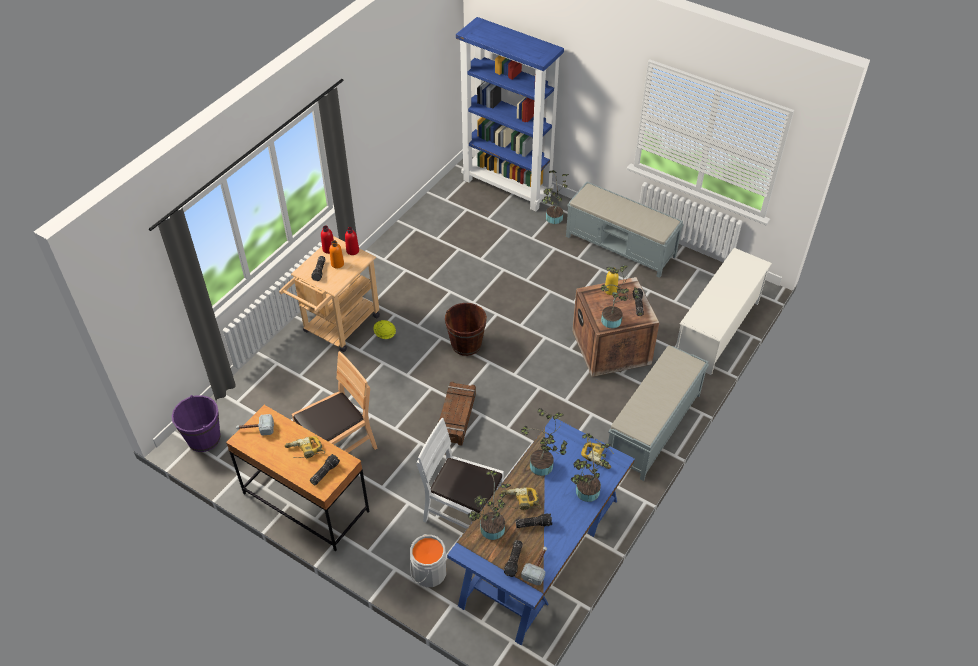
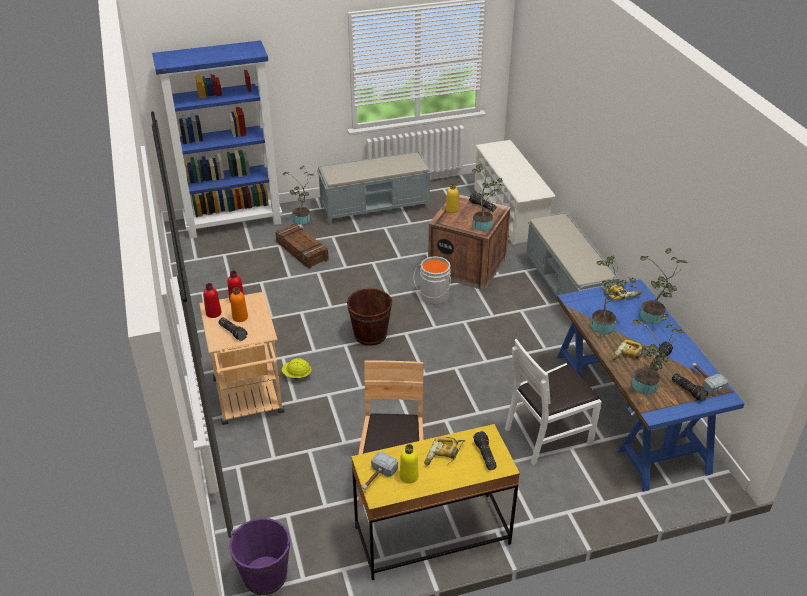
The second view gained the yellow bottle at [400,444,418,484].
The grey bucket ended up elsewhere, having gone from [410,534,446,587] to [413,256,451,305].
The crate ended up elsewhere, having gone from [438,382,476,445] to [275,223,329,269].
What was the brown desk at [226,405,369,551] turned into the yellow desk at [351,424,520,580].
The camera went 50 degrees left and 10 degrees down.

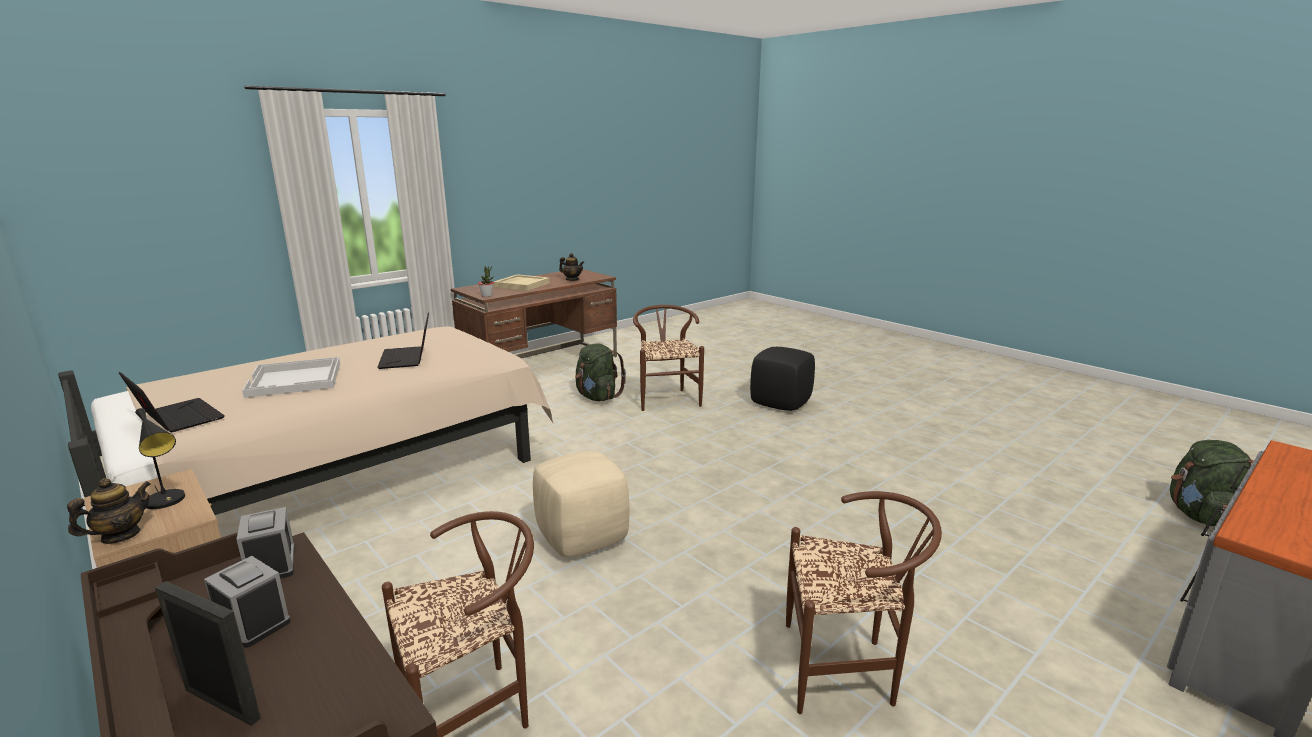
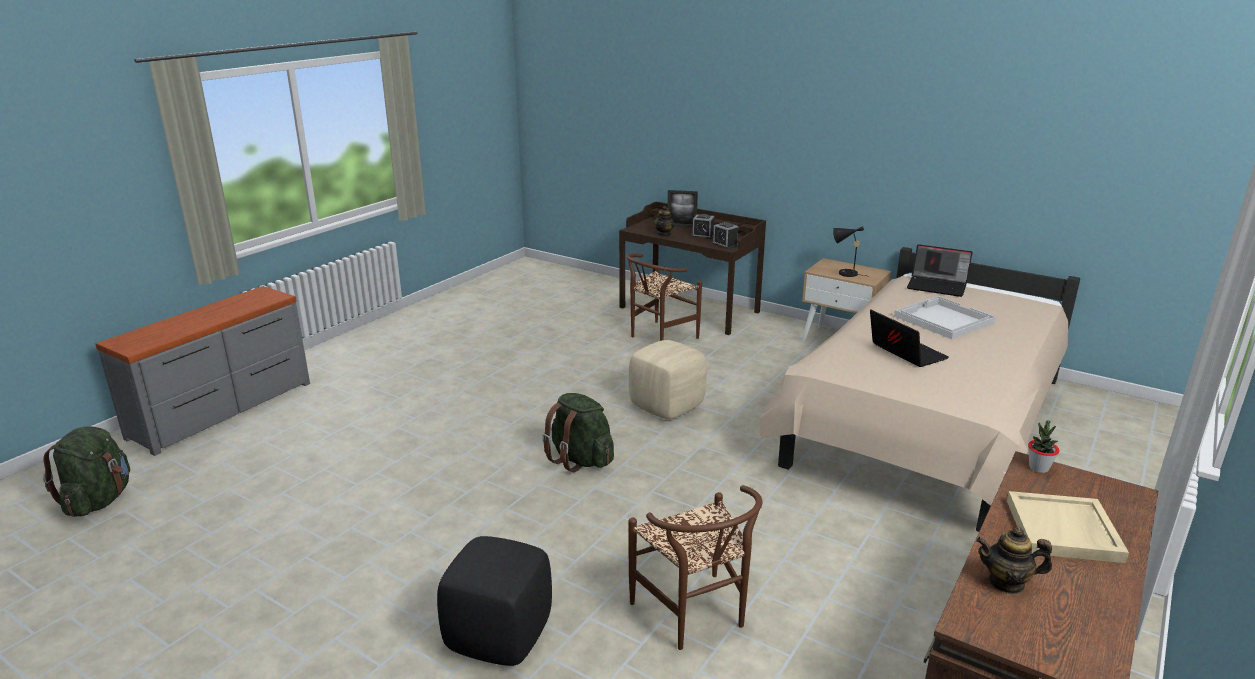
The second view lost the brown chair at [786,491,942,714].
The teapot ended up elsewhere, having gone from [67,478,151,544] to [654,206,675,236].
The green backpack ended up elsewhere, having gone from [575,343,626,401] to [542,393,614,472].
The camera went 165 degrees right and 5 degrees up.

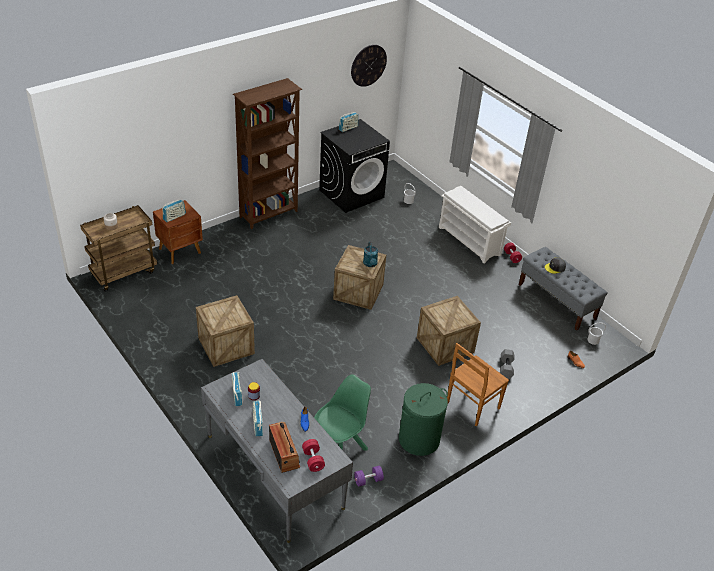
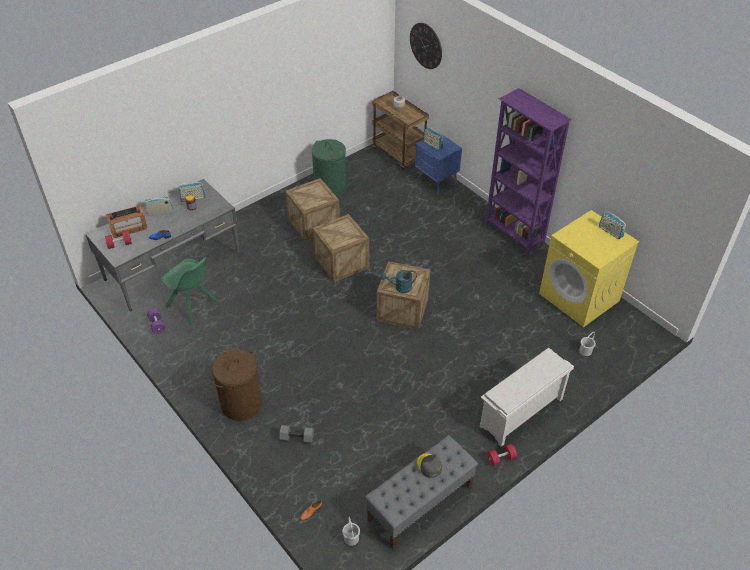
The wall clock ended up elsewhere, having gone from [351,45,387,87] to [410,23,442,69].
The green laundry basket ended up elsewhere, having gone from [399,383,448,456] to [312,139,346,197].
The crate ended up elsewhere, having gone from [417,296,481,366] to [313,214,369,282].
Where the brown chair stood at [447,343,509,427], the brown laundry basket came to stand at [211,350,262,421].
What was the brown nightstand at [153,200,203,264] turned into the blue nightstand at [415,132,462,195].
What was the brown bookcase at [233,78,302,229] turned into the purple bookcase at [485,88,572,255].
What was the black washing machine at [319,119,390,213] turned into the yellow washing machine at [539,210,639,327].
The camera went 90 degrees right and 5 degrees up.

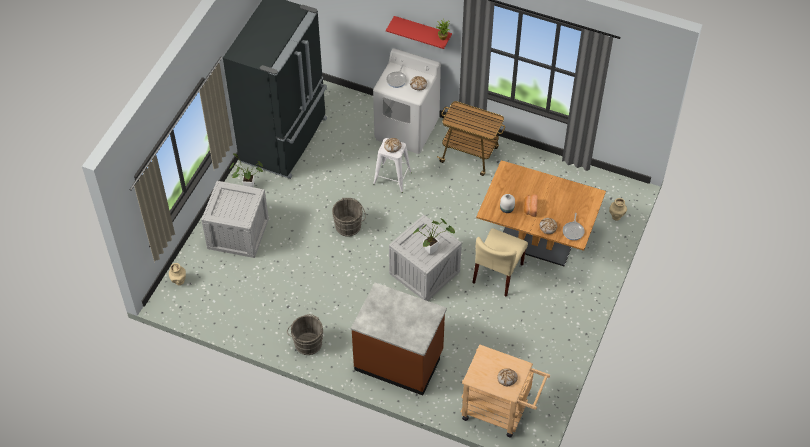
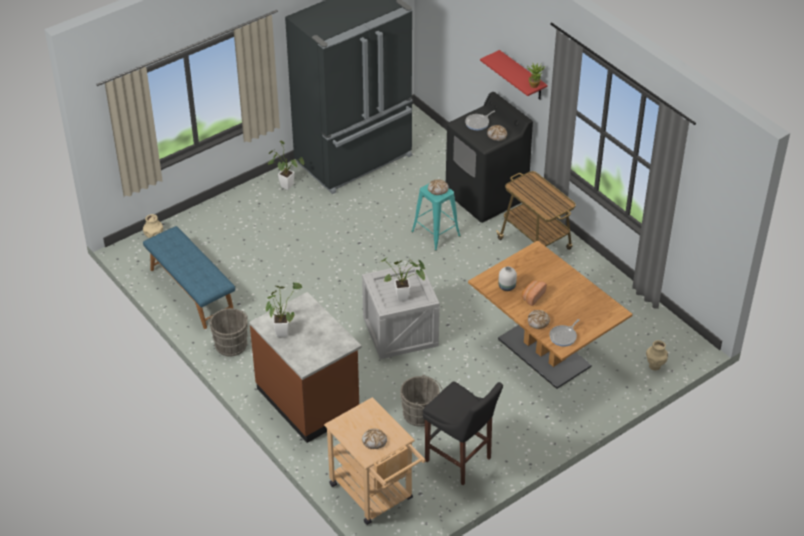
The second view lost the crate at [201,181,269,258].
The second view lost the beige chair at [473,228,528,297].
The second view gained the blue bench at [143,226,235,329].
The second view gained the potted plant at [266,283,302,337].
The second view gained the black stool at [423,381,503,485].
The grey bucket ended up elsewhere, having gone from [332,198,366,237] to [400,375,443,427].
What was the white washing machine at [373,48,441,154] turned into the black washing machine at [446,92,533,223].
What was the white stool at [373,138,412,193] turned into the turquoise stool at [411,179,461,251].
The camera went 30 degrees right and 10 degrees down.

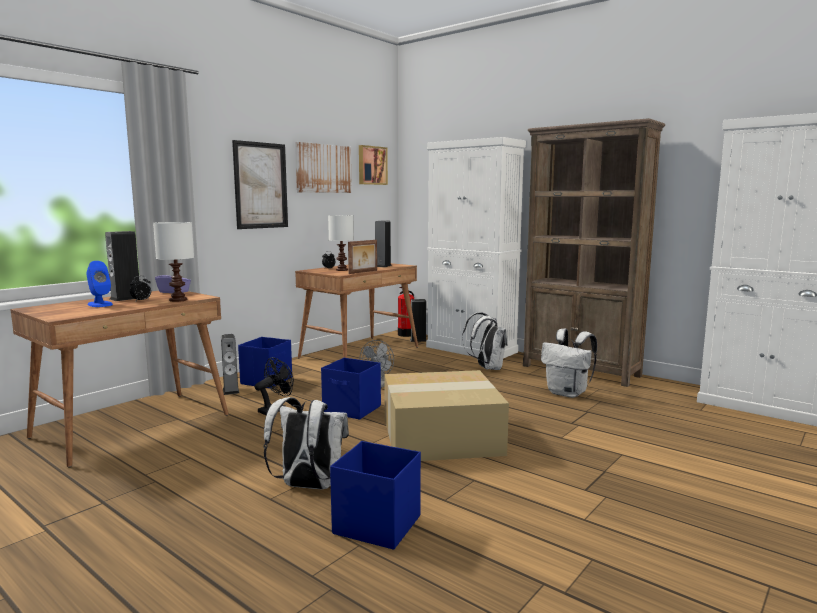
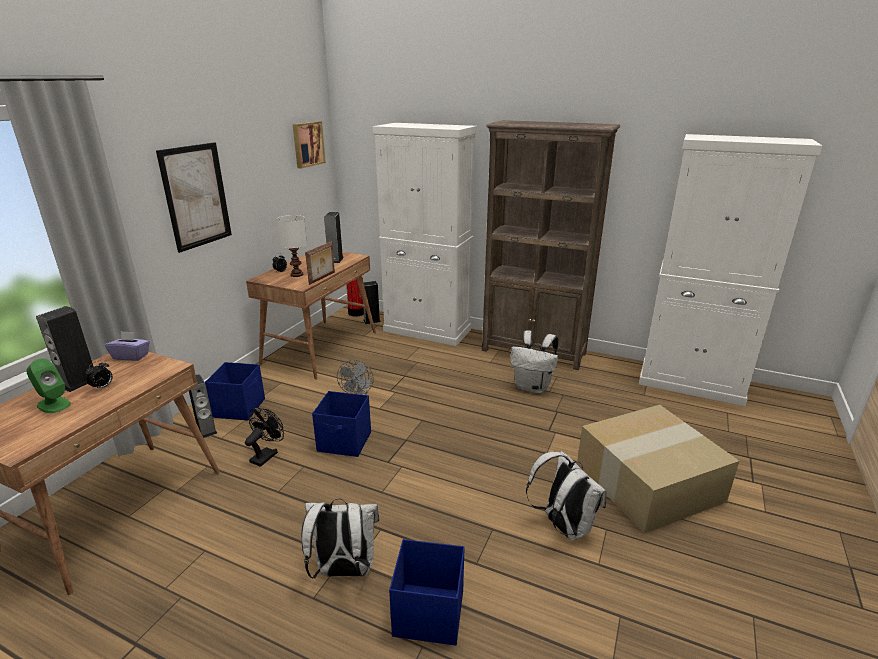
The second view lost the white table lamp at [153,222,194,302].
The second view lost the picture at [295,142,352,193].
The cardboard box ended up elsewhere, having gone from [384,370,509,461] to [577,405,739,533].
The white backpack ended up elsewhere, having gone from [462,312,508,370] to [526,451,607,541].
What was the blue speaker at [86,261,113,307] turned into the green speaker at [26,358,71,413].
The camera went 15 degrees left and 15 degrees up.

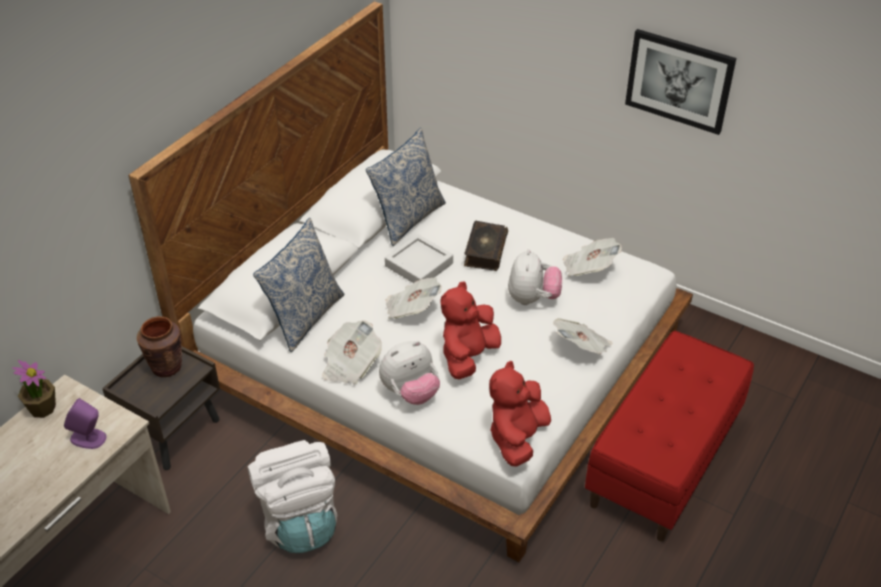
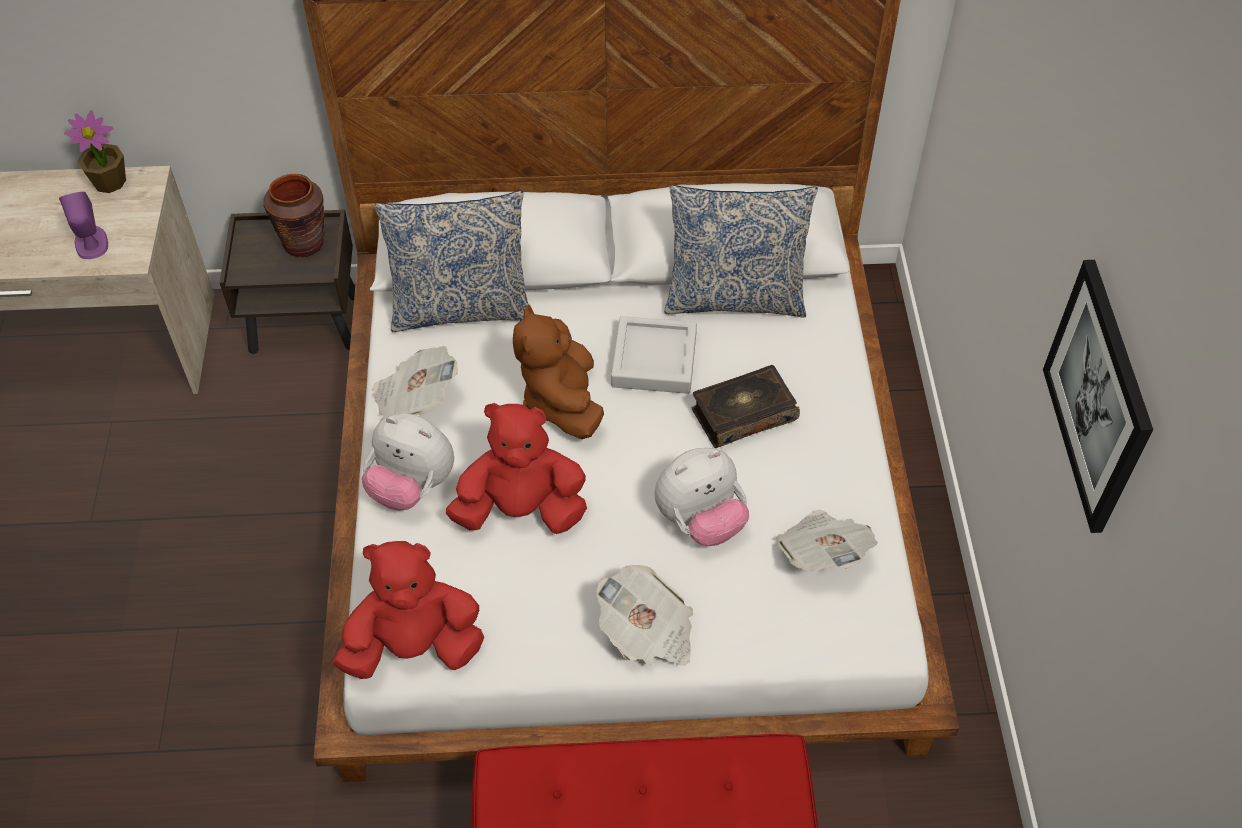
The second view lost the white backpack at [248,440,337,553].
Where the newspaper stood at [386,277,442,319], the brown plush toy came to stand at [513,305,604,439].
The camera went 55 degrees right and 10 degrees up.

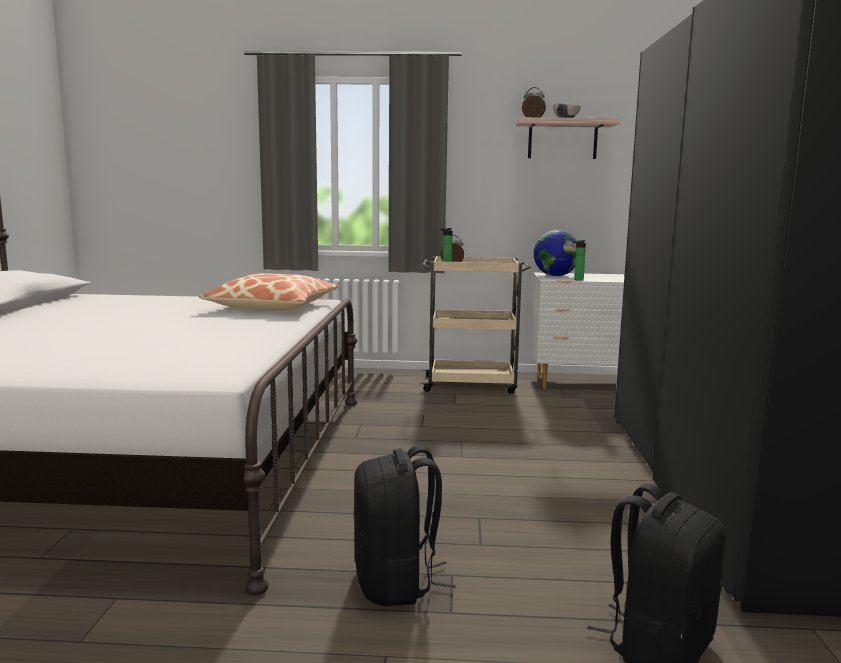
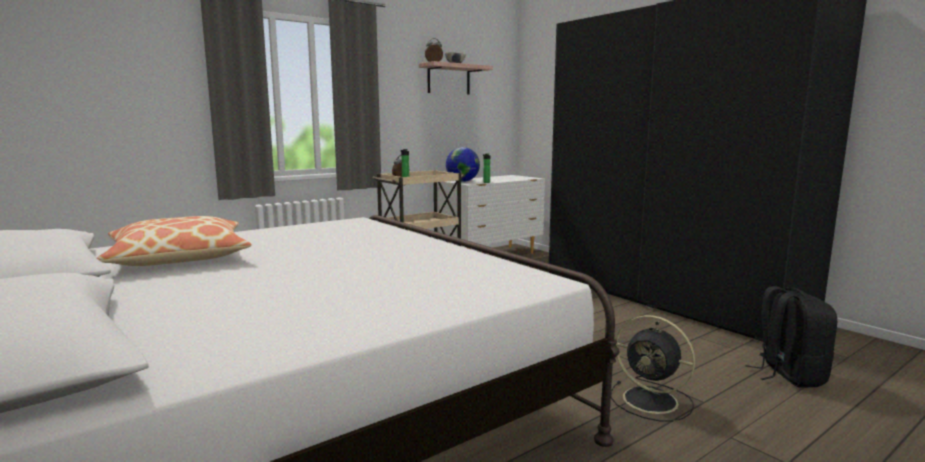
The pillow ended up elsewhere, having gone from [199,273,338,311] to [97,216,252,266].
Where the black backpack stood at [354,445,456,606], the black fan came to stand at [611,315,695,422].
The camera went 40 degrees left and 0 degrees up.

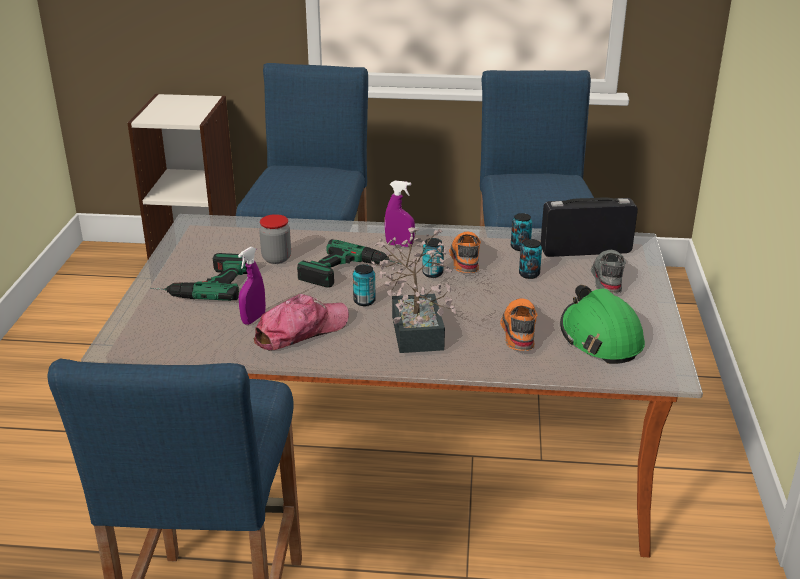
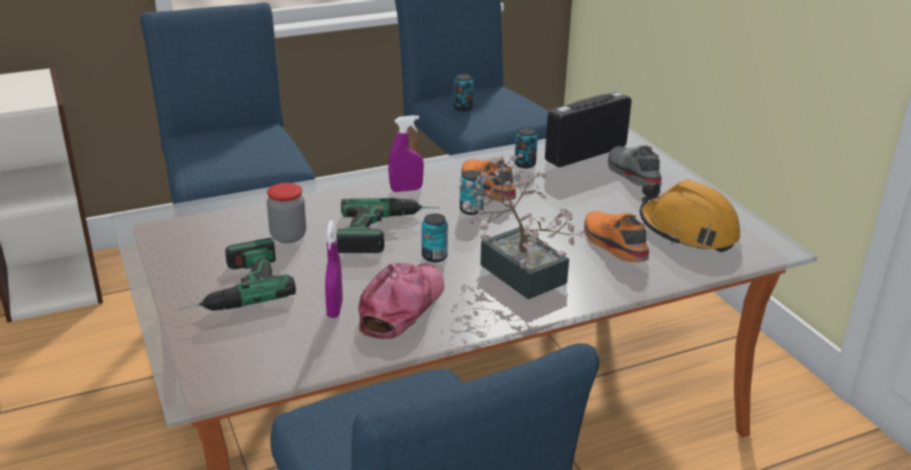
The can ended up elsewhere, having gone from [519,239,542,279] to [454,74,474,111].
What was the green hard hat at [560,285,645,364] turned into the orange hard hat at [640,179,741,252].
The camera went 30 degrees left and 0 degrees up.

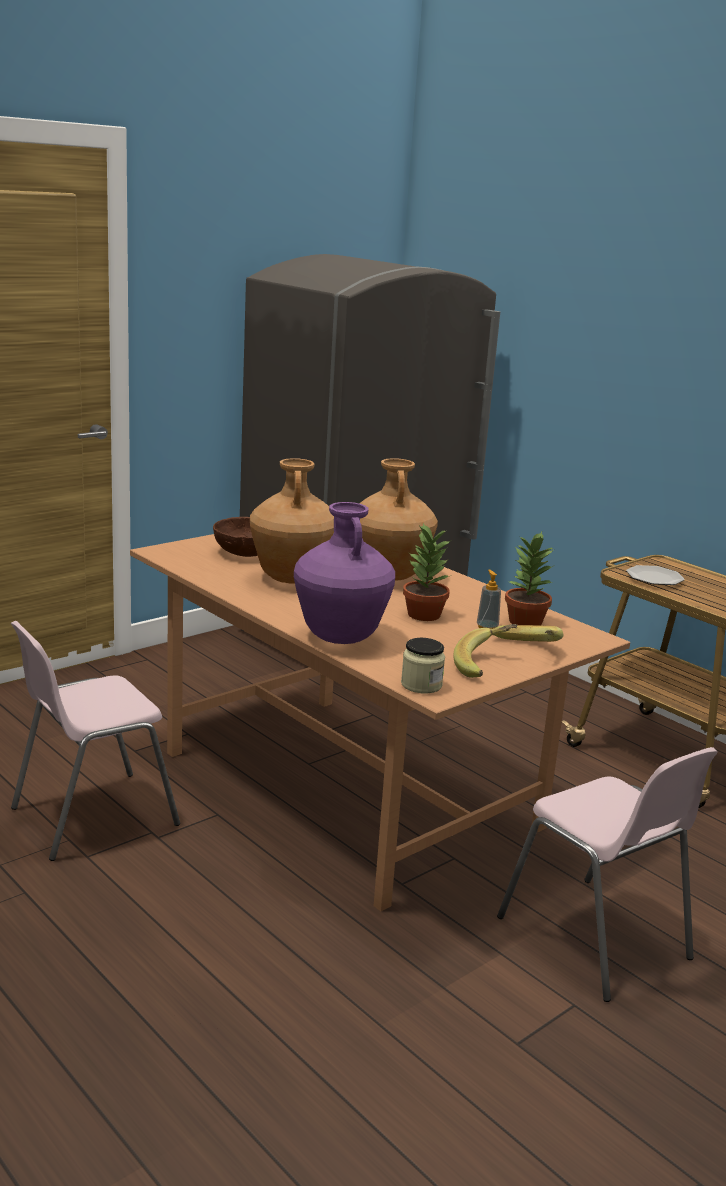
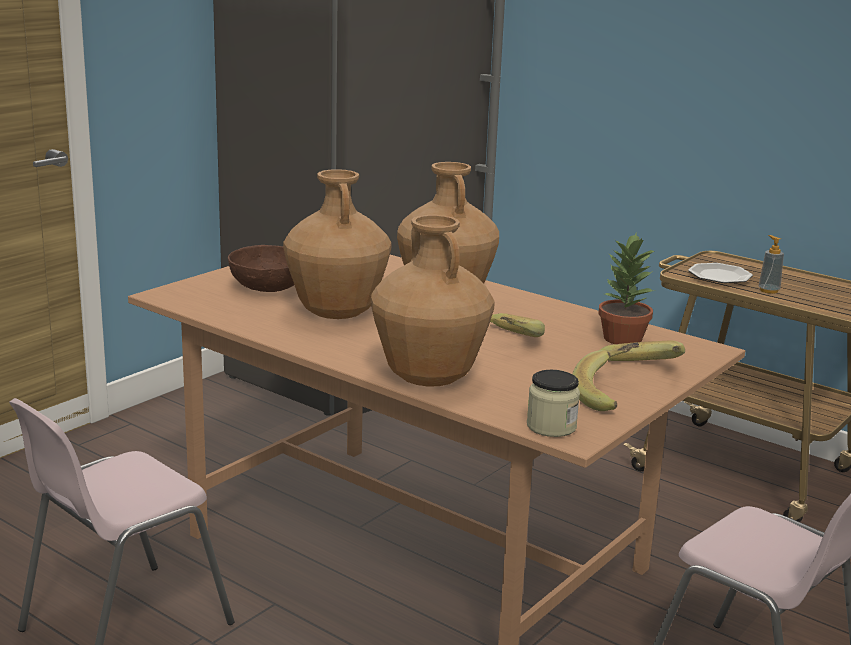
The soap dispenser ended up elsewhere, having gone from [477,570,501,629] to [758,235,784,294].
Where the potted plant stood at [403,523,450,621], the banana came to stand at [490,313,545,337].
What was the purple vase at [294,502,395,644] turned into the brown vase at [370,215,495,387].
The camera went 10 degrees left and 0 degrees up.

